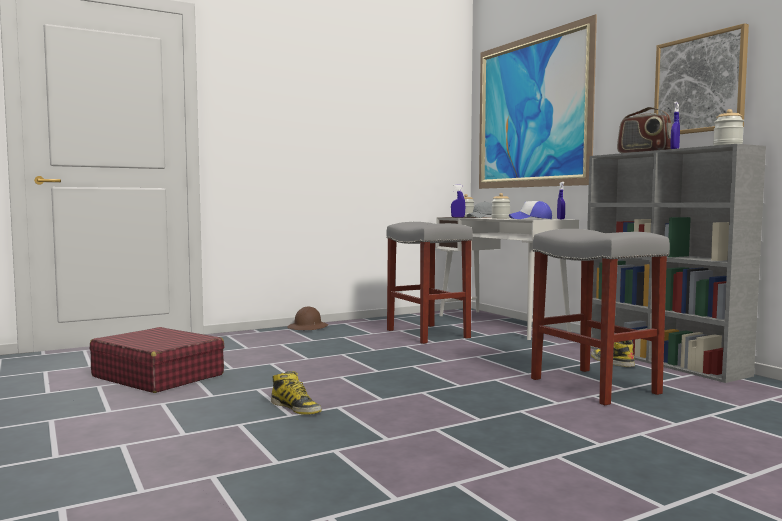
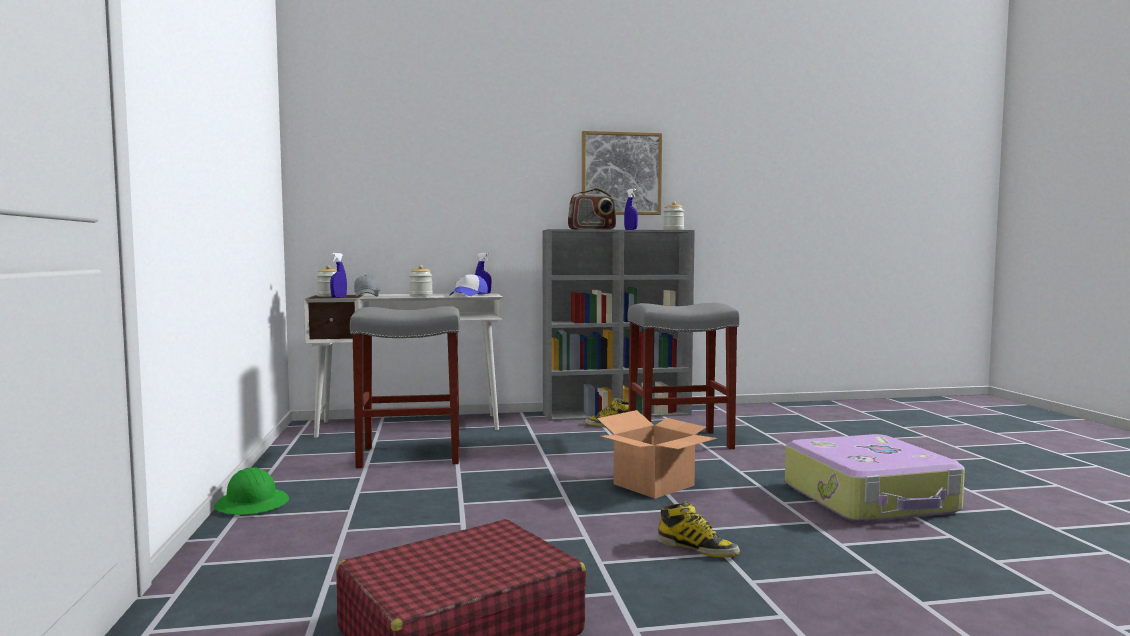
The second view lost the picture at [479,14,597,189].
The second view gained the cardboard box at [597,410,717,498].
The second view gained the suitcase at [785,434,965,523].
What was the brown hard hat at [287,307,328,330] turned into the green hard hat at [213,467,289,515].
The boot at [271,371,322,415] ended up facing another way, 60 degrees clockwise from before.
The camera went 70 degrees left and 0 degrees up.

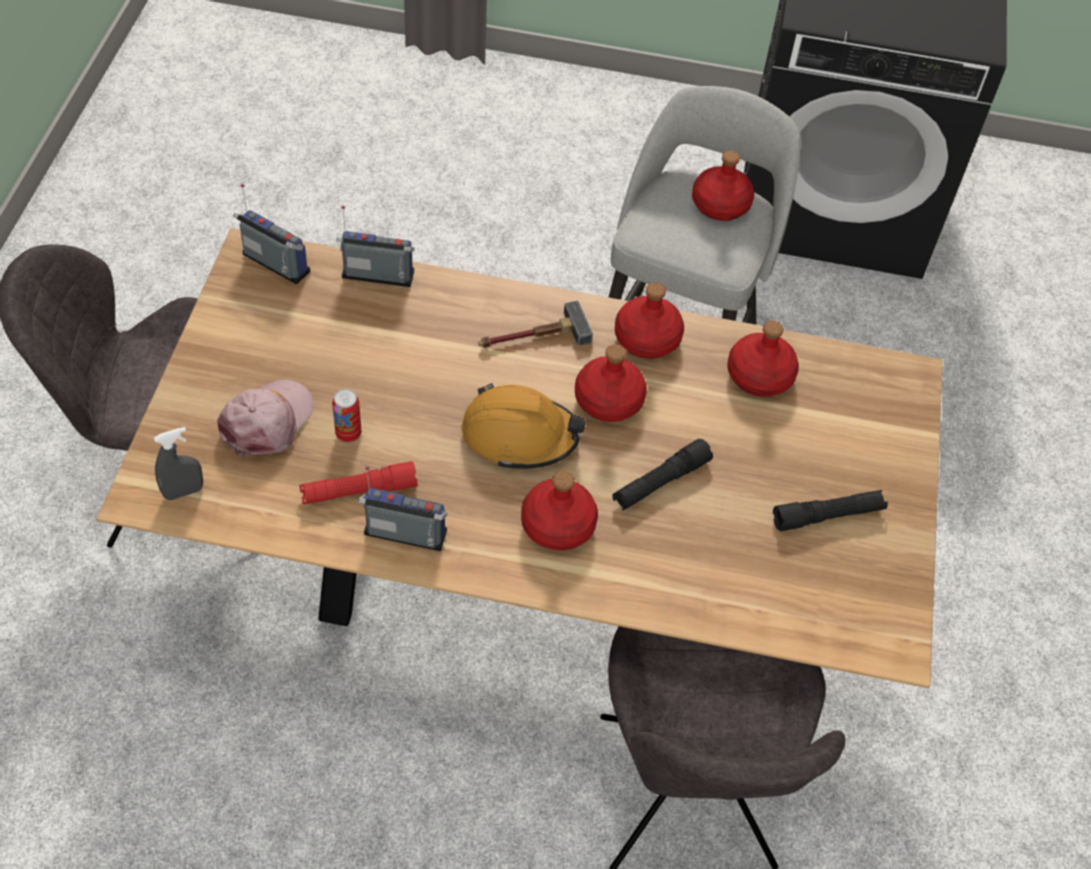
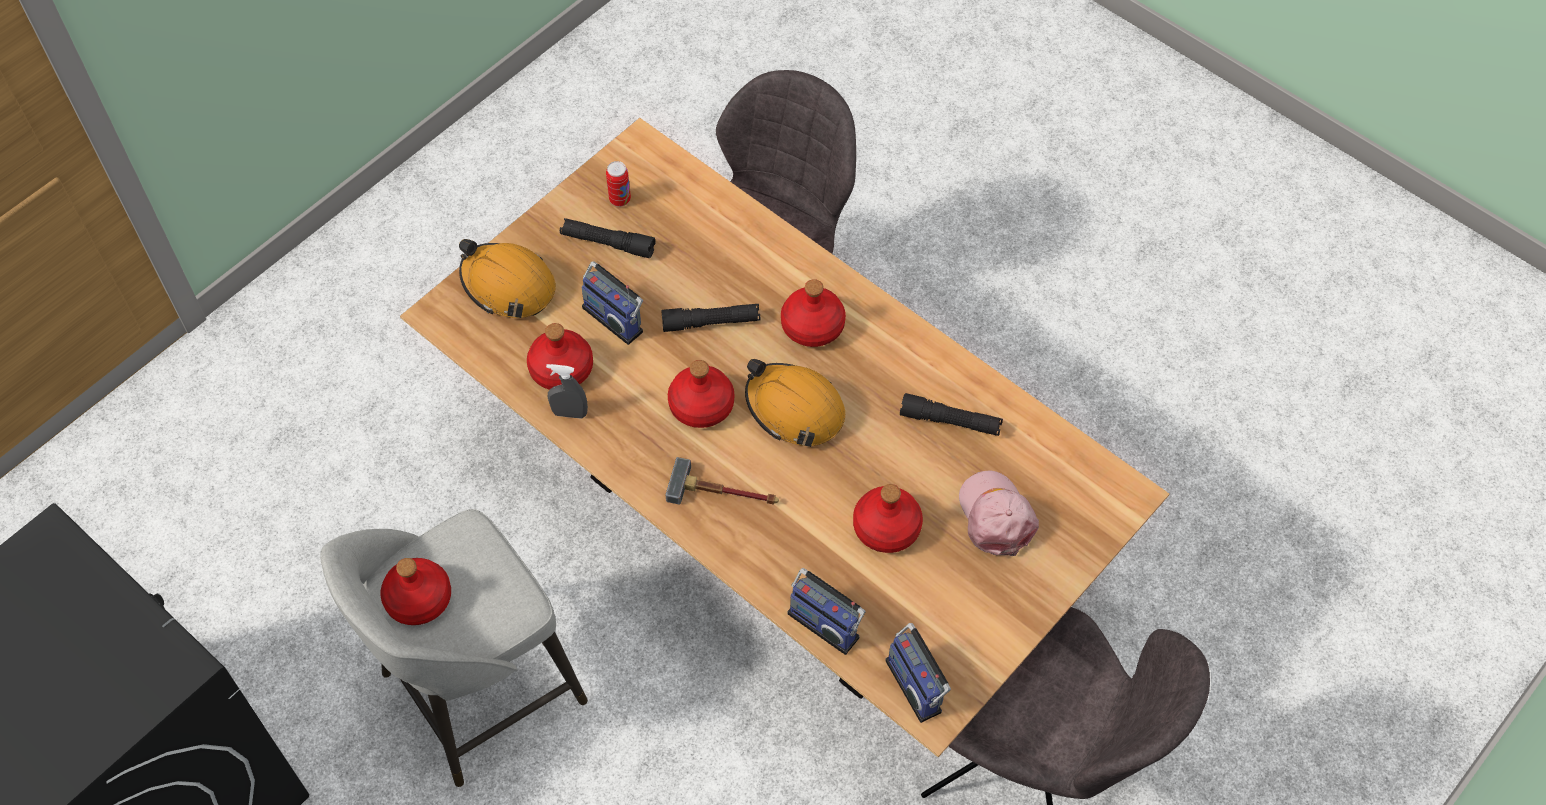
The second view gained the orange hard hat at [459,239,556,318].
The grey spray bottle ended up elsewhere, having gone from [154,427,203,500] to [546,364,588,419].
The can ended up elsewhere, having gone from [332,389,361,442] to [606,161,631,207].
The radio ended up elsewhere, having gone from [358,466,448,551] to [582,261,643,345].
The red bottle ended up elsewhere, having gone from [615,283,684,359] to [853,484,923,553].
What was the red flashlight at [299,461,418,504] turned into the black flashlight at [900,393,1003,436].
The pink cap at [217,380,314,457] ended up facing another way, 105 degrees clockwise from before.
The camera went 145 degrees left and 5 degrees up.

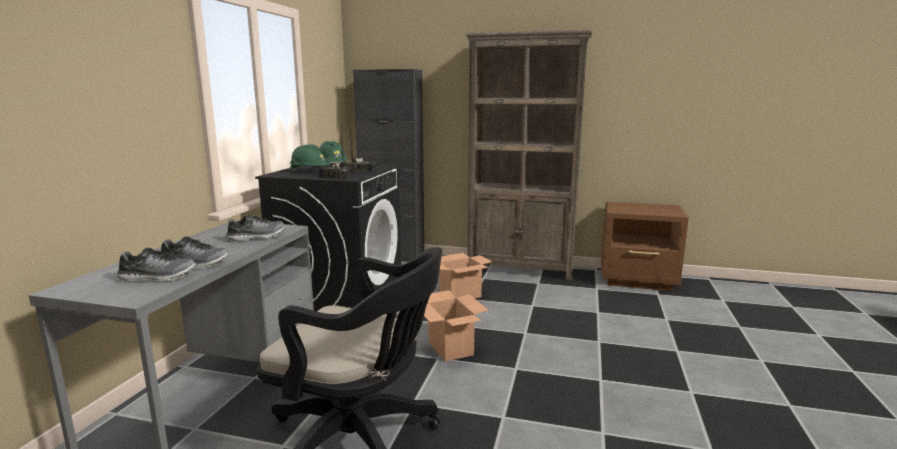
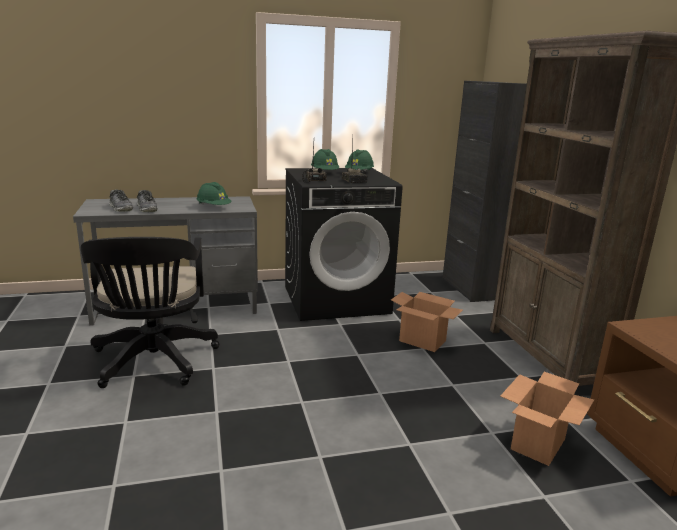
The cardboard box ended up elsewhere, having gone from [424,290,488,361] to [500,372,594,466].
Where the shoe stood at [226,214,285,242], the green hard hat came to stand at [197,182,231,205].
The camera went 60 degrees right and 5 degrees up.

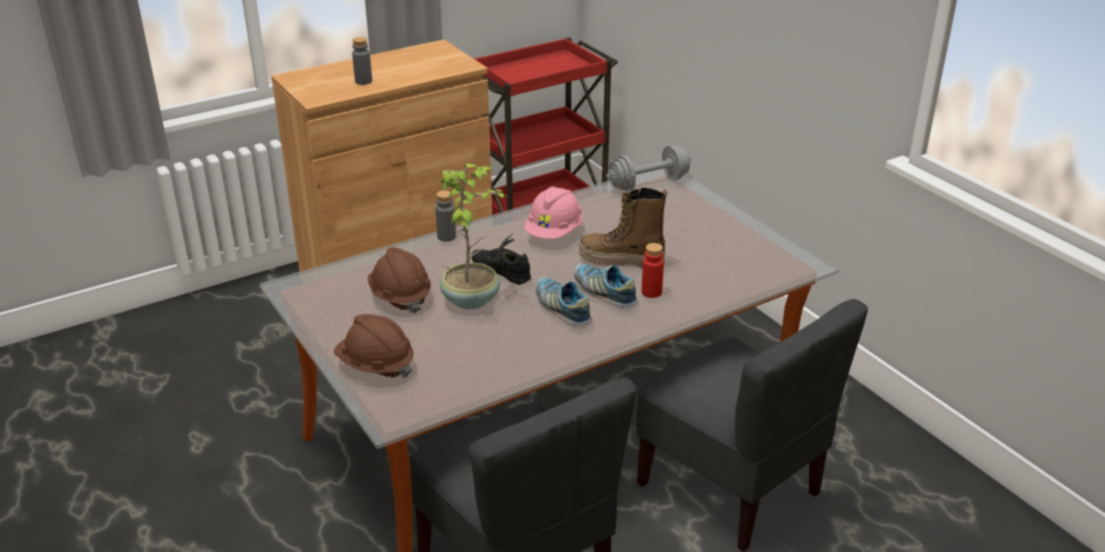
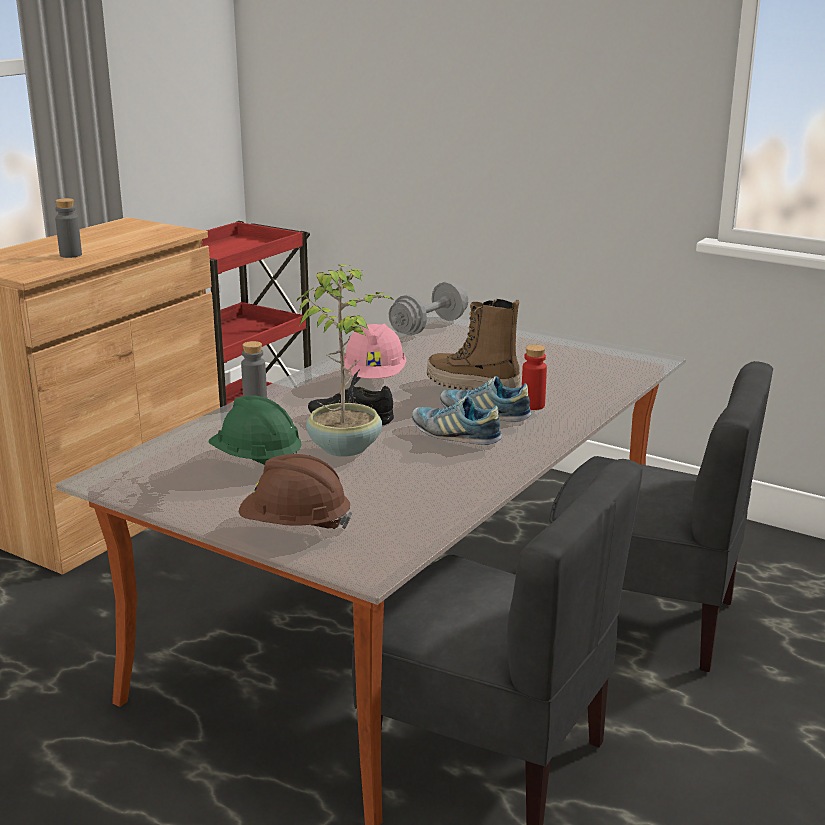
What was the brown hard hat at [368,247,431,314] turned into the green hard hat at [209,395,302,465].
The boot at [579,187,667,268] ended up facing another way, 45 degrees clockwise from before.
The camera went 25 degrees left and 10 degrees down.

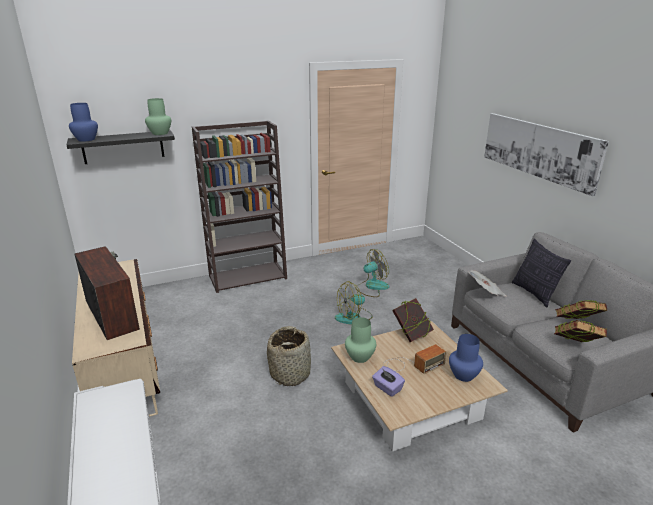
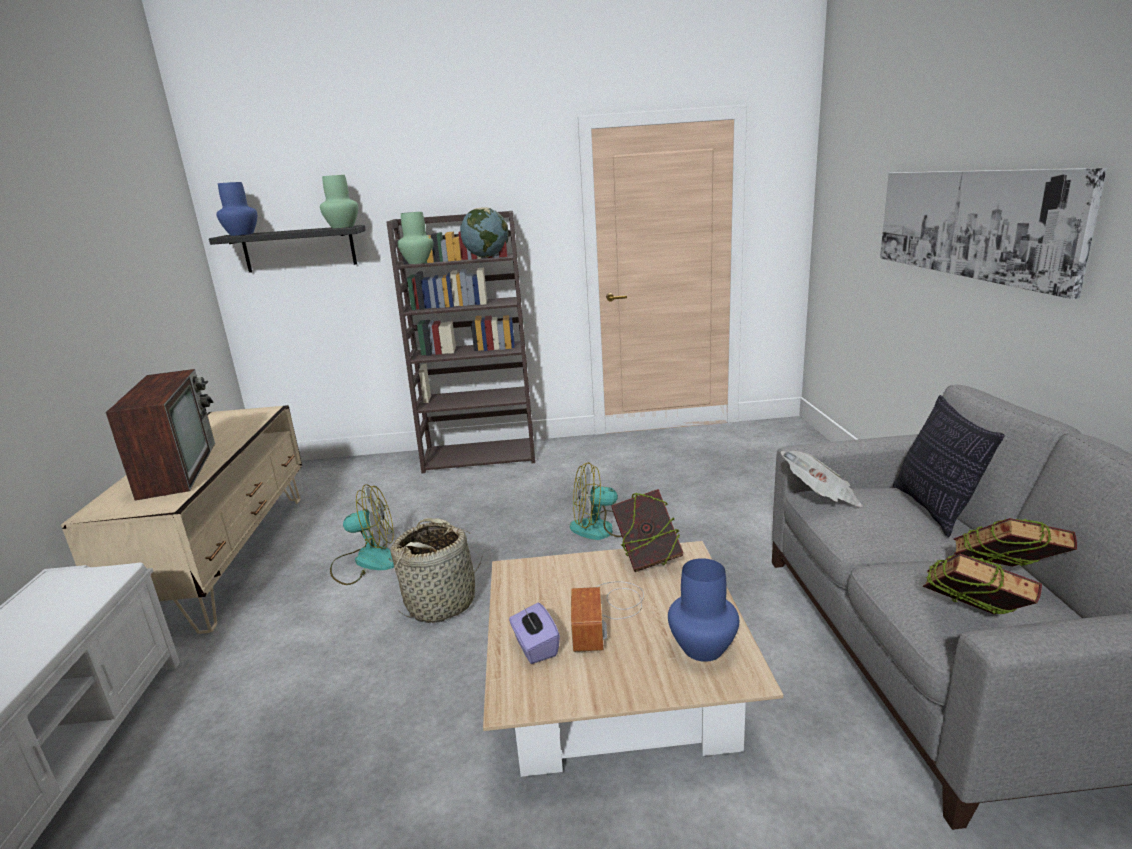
The second view gained the globe at [460,207,508,258].
The green vase ended up elsewhere, having gone from [345,317,376,363] to [397,212,434,264].
The fan ended up elsewhere, having gone from [355,249,389,297] to [330,484,394,585].
The radio at [383,344,446,376] ended up facing another way, 105 degrees clockwise from before.
The camera went 20 degrees right and 5 degrees down.

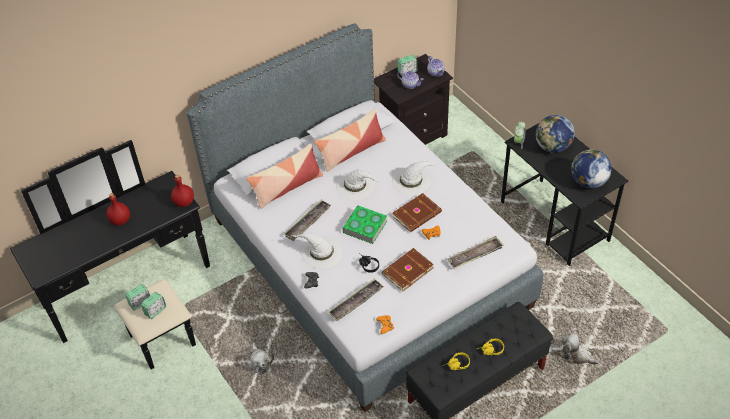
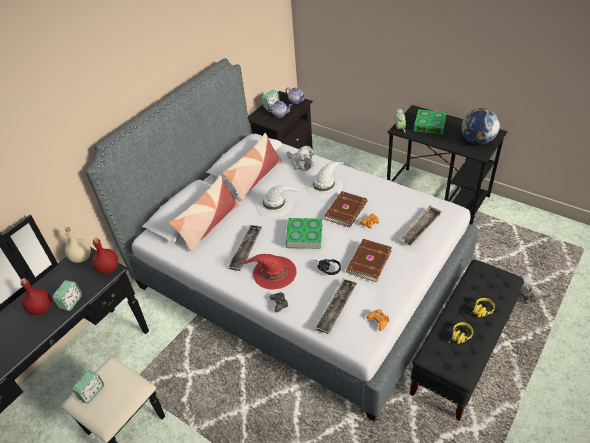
The second view gained the beige bottle at [65,227,91,263].
The alarm clock ended up elsewhere, having gone from [141,292,166,319] to [53,280,82,311].
The plush toy ended up elsewhere, having gone from [249,342,274,375] to [287,146,314,171].
Where the globe stood at [536,115,575,153], the book came to stand at [414,109,447,134].
What was the white hat at [292,233,342,269] turned into the red hat at [241,254,296,289].
The camera went 20 degrees left and 5 degrees down.

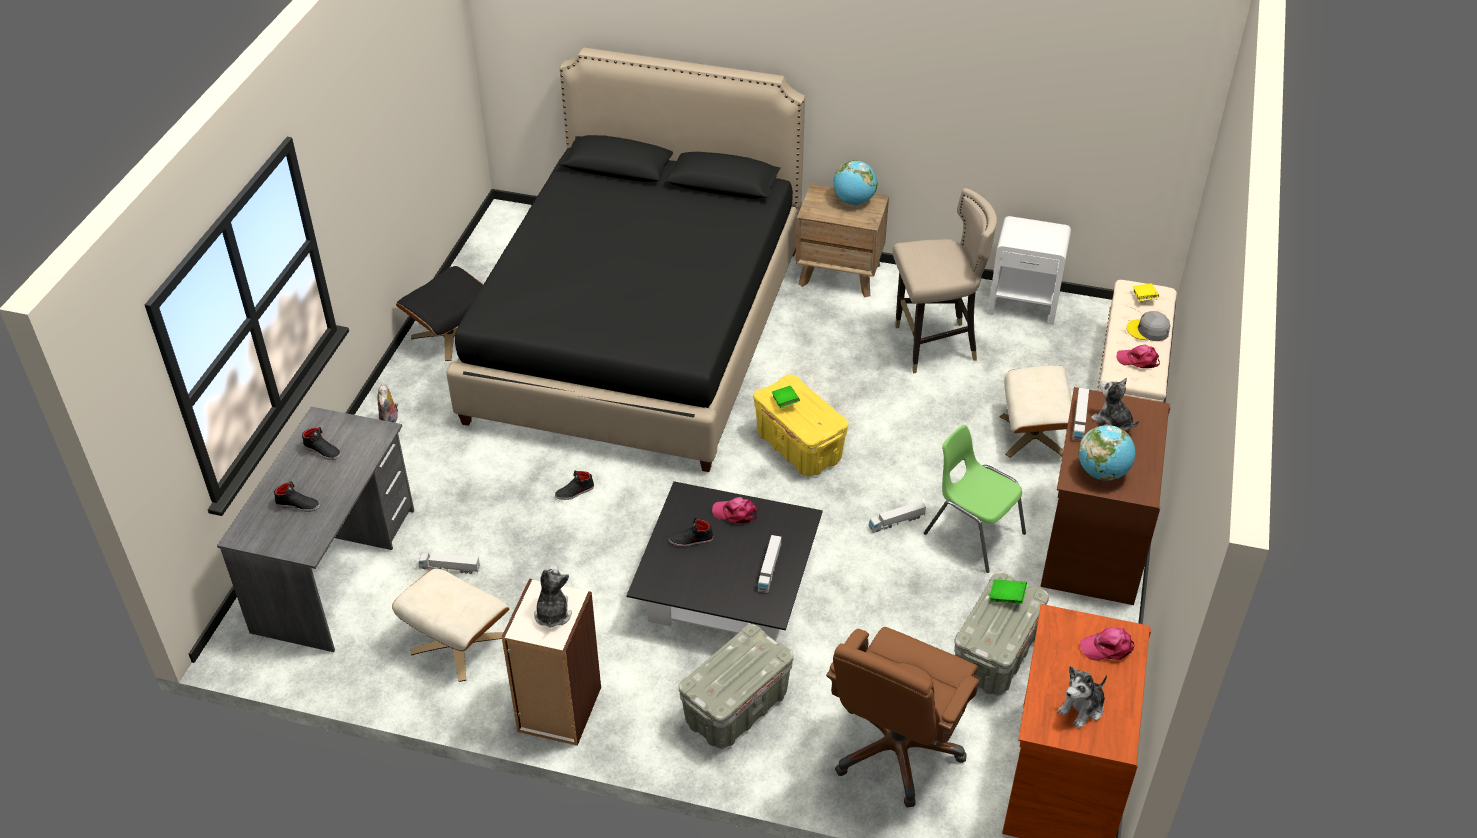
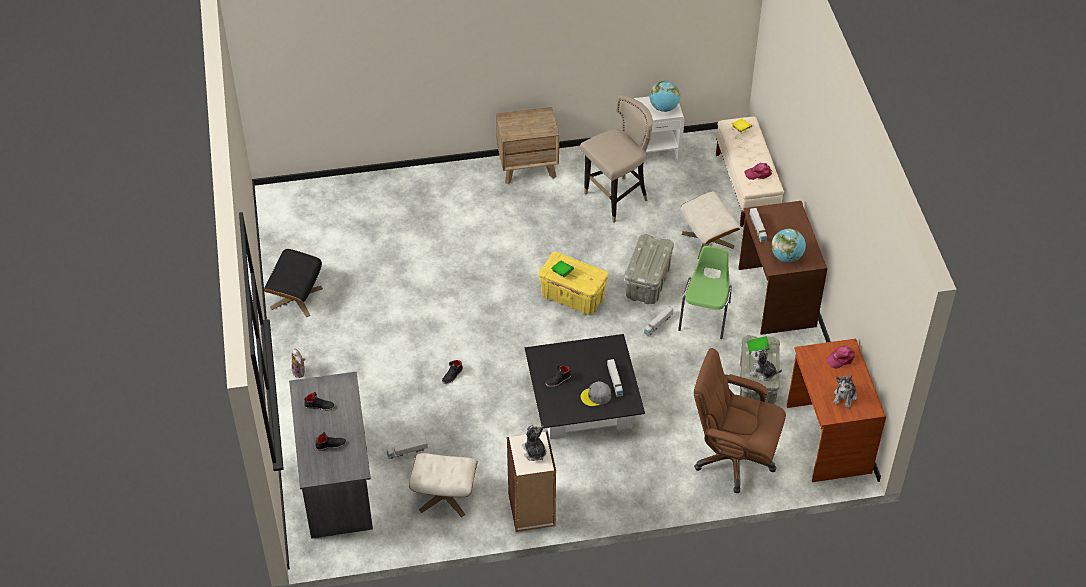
The second view lost the black bed at [447,47,805,472].
The second view lost the pink cap at [712,497,757,523].
The grey storage box ended up elsewhere, having gone from [679,624,794,749] to [625,234,674,304].
The globe ended up elsewhere, having gone from [833,160,878,205] to [649,81,680,112].
The plush toy ended up elsewhere, having gone from [1091,378,1139,430] to [749,345,782,381].
The grey cap ended up elsewhere, having gone from [1126,311,1170,341] to [581,381,611,406].
The brown office chair at [826,627,979,807] ended up facing another way, 105 degrees clockwise from before.
The green chair at [924,425,1026,573] ended up facing another way, 90 degrees clockwise from before.
The camera went 25 degrees left and 5 degrees up.

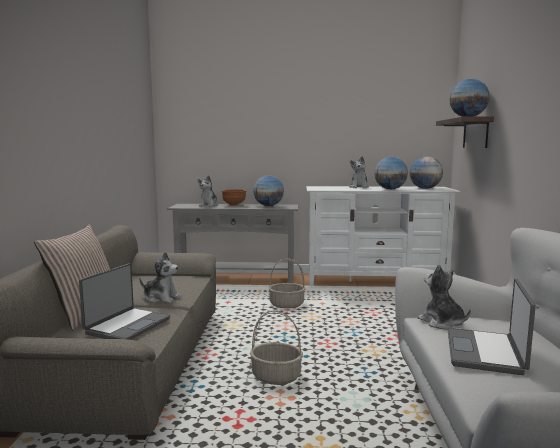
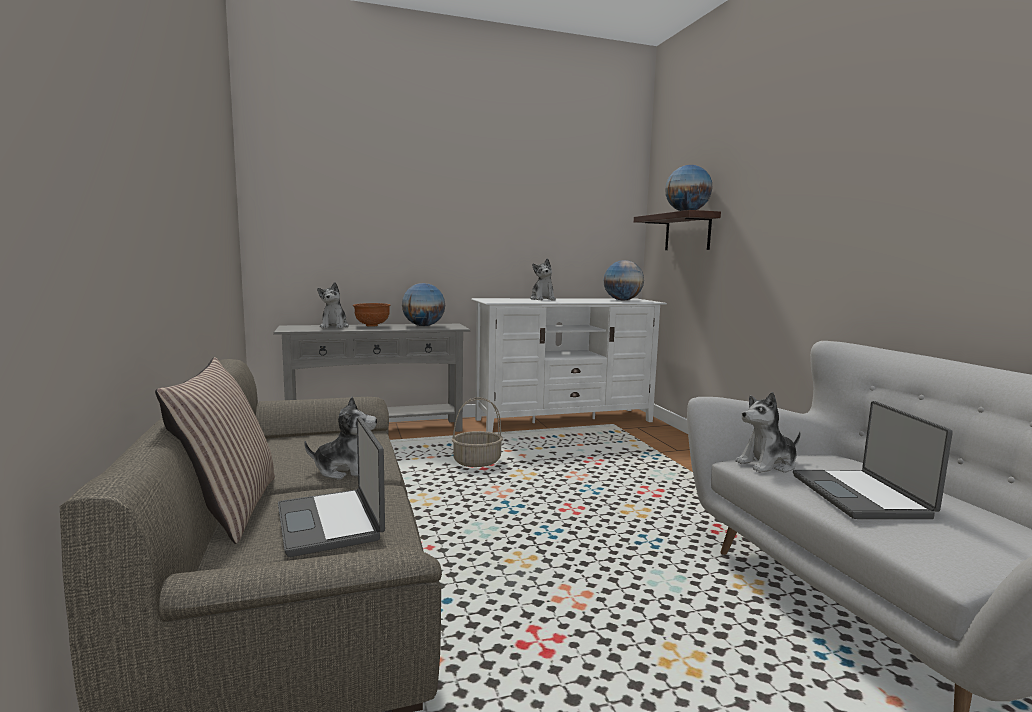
The second view lost the basket at [250,311,303,385].
The second view lost the globe at [374,157,408,189].
The laptop at [79,263,171,340] ended up facing another way, 150 degrees clockwise from before.
The plush toy at [418,265,471,330] ended up facing another way, 60 degrees counterclockwise from before.
The camera went 20 degrees left and 0 degrees up.

